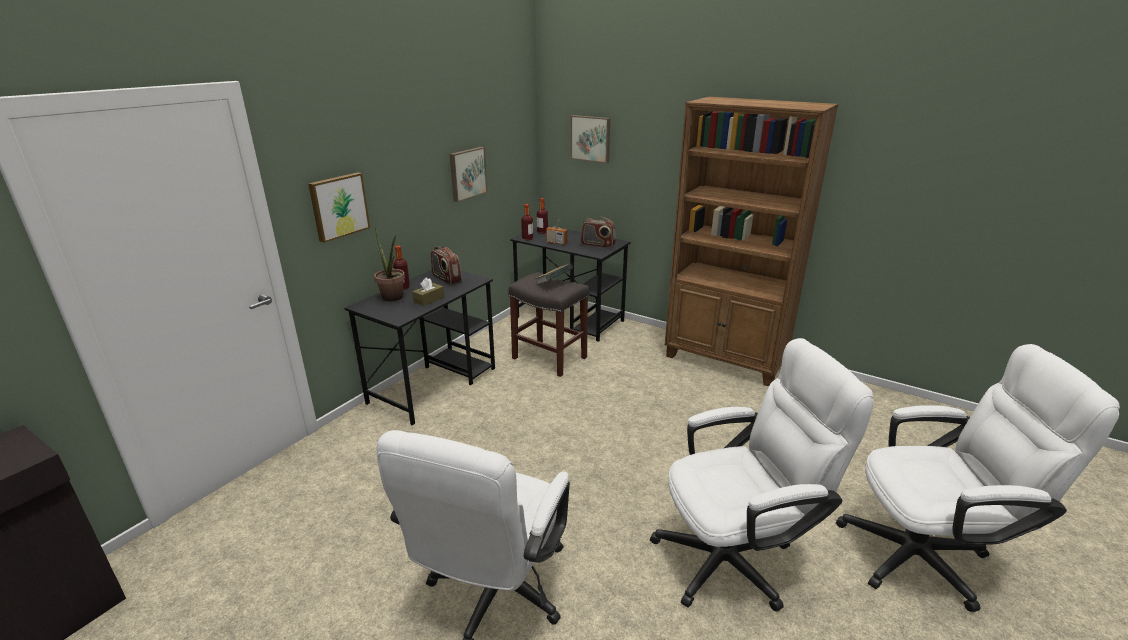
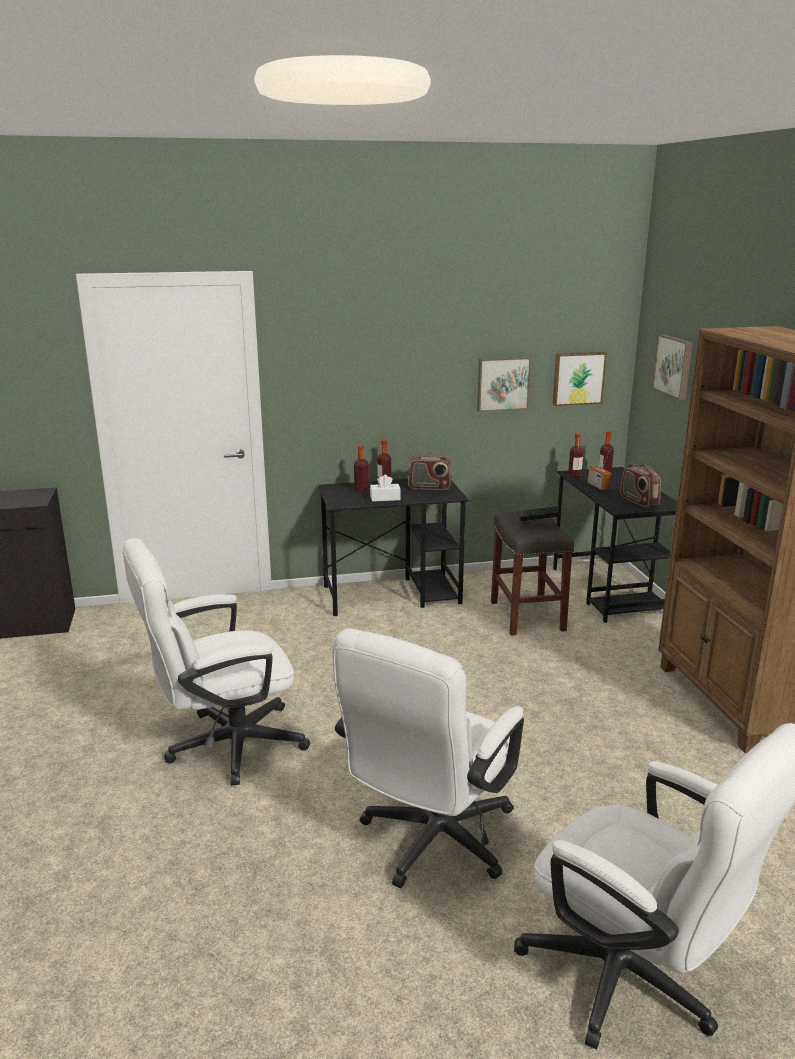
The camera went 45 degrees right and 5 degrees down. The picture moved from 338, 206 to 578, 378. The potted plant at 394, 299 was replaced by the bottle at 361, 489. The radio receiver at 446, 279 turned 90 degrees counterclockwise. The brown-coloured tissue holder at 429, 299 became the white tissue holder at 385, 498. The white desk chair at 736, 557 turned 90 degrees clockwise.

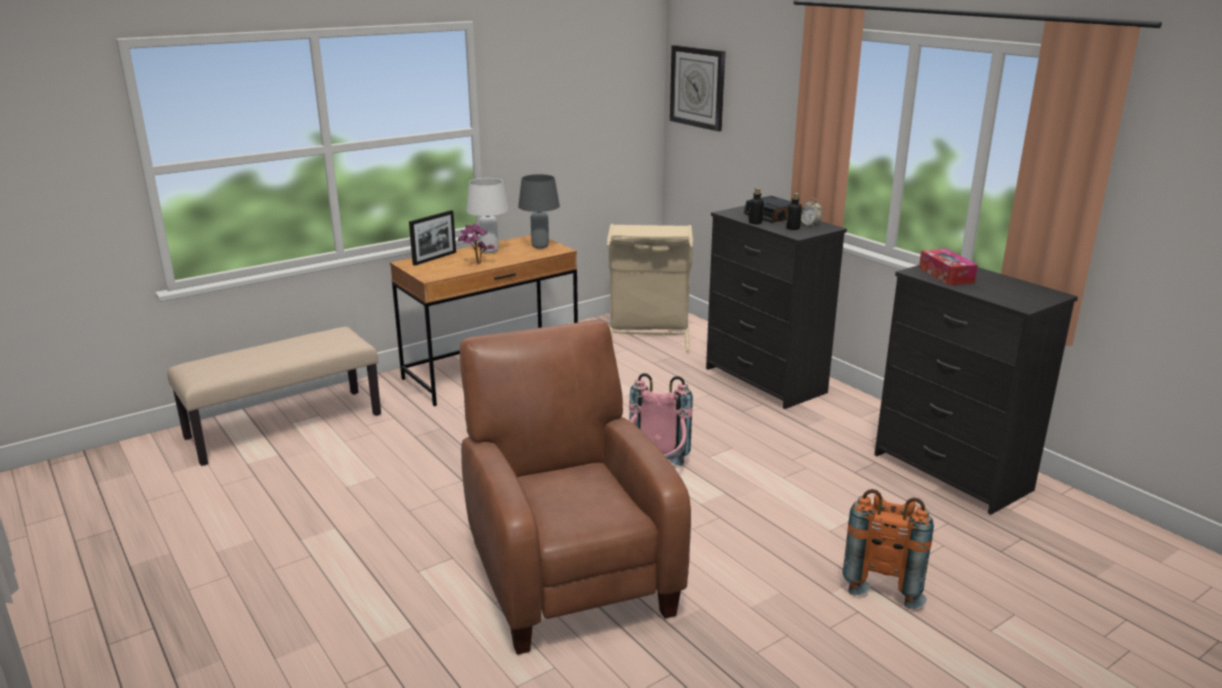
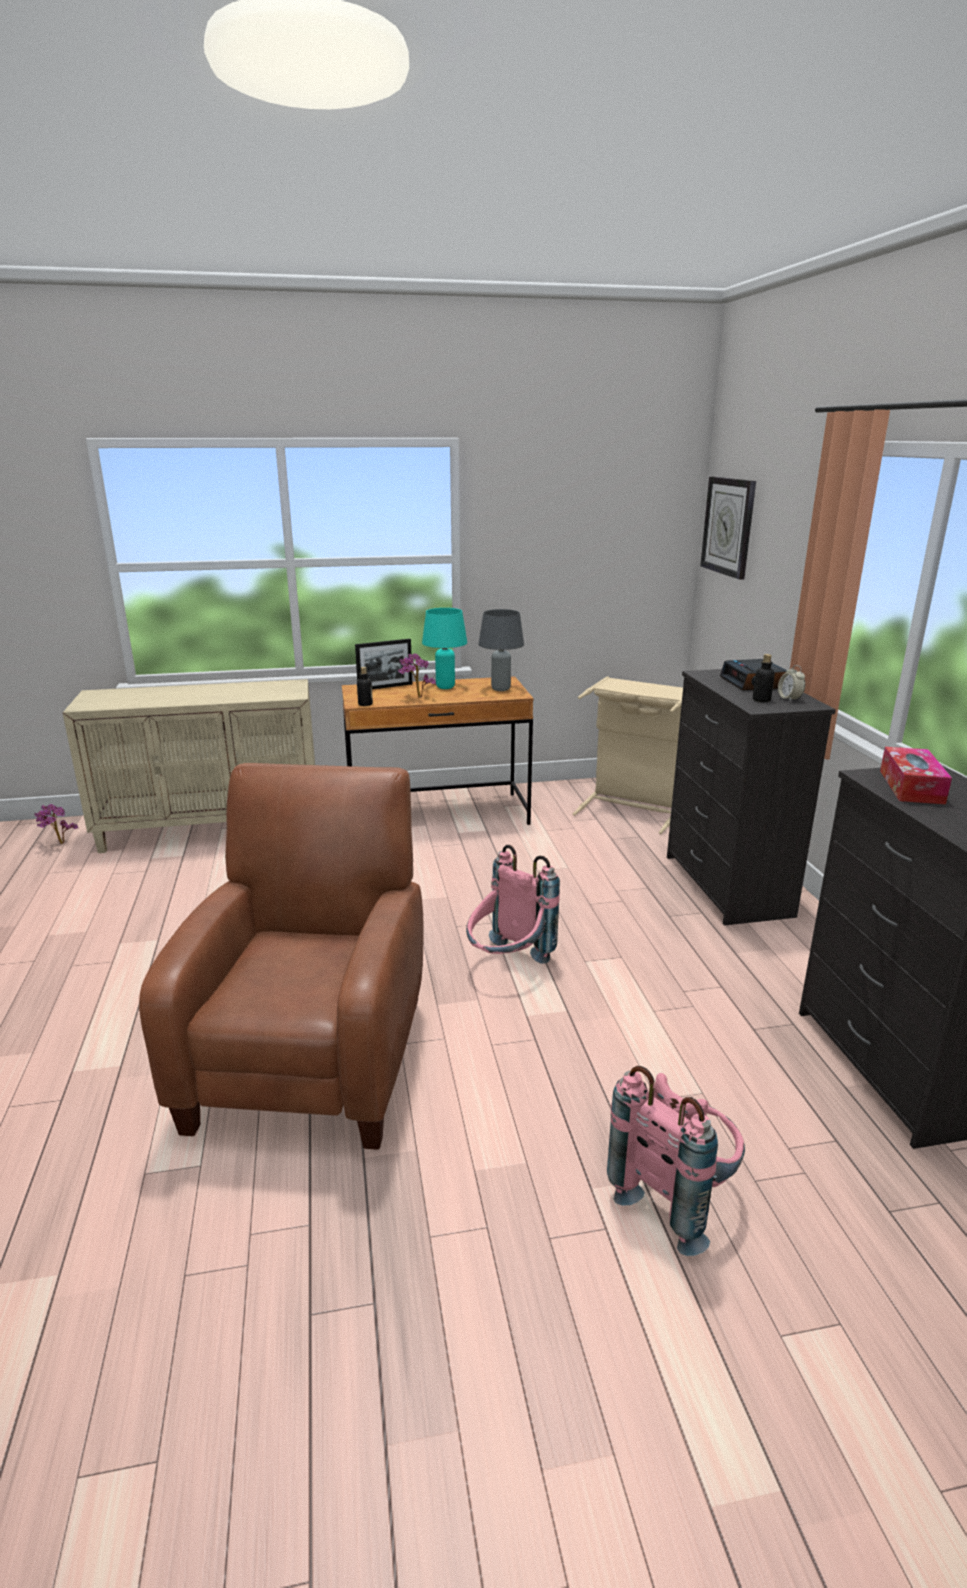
The camera went 25 degrees right and 0 degrees up. The white lamp for a table at 489, 251 became the blue-green lamp for a table at 445, 687. The bottle moved from 755, 222 to 365, 704. The sand-coloured long seat at 285, 426 was replaced by the sand-coloured storage cabinet at 213, 830. The orangey backpack at 883, 581 became the pink-coloured backpack at 676, 1196. The potted plant at 59, 844 appeared.

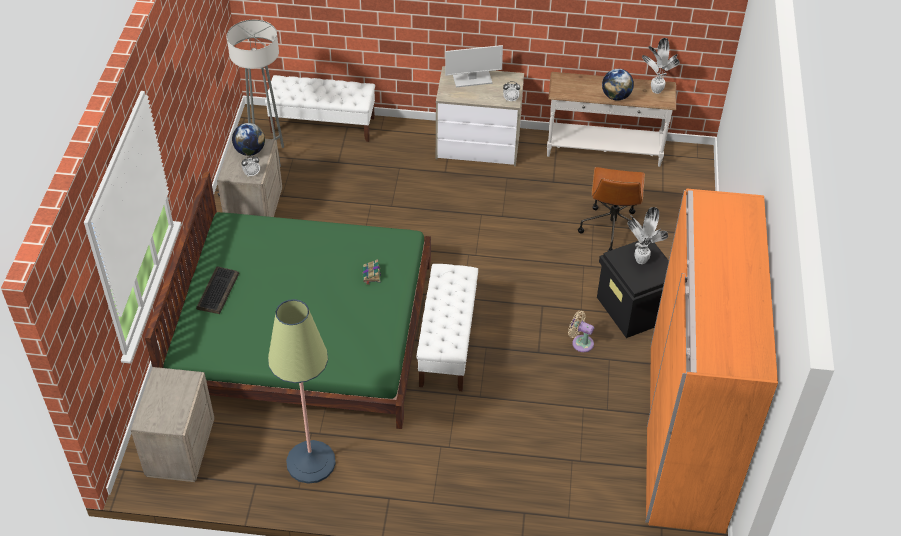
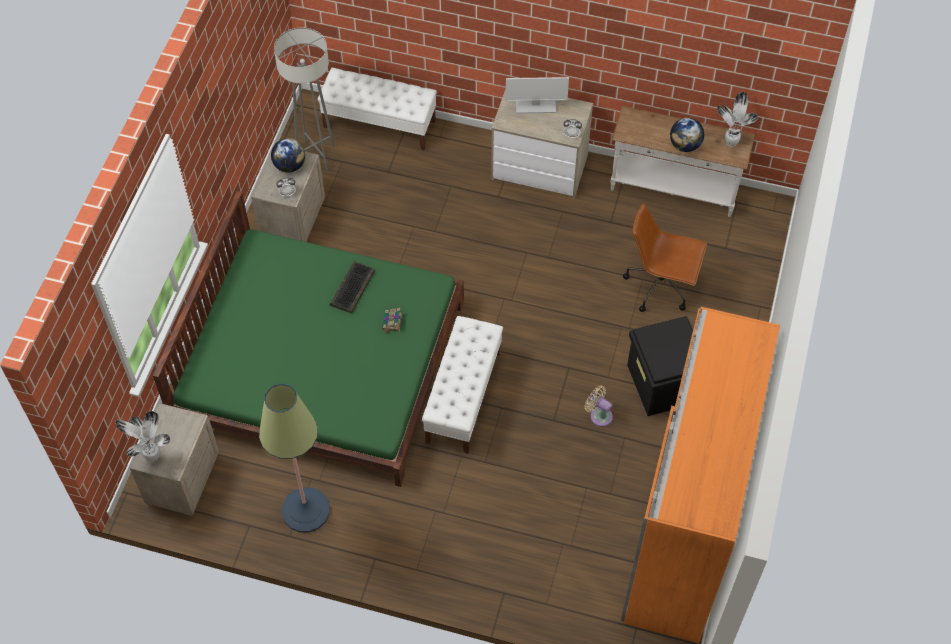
The camera went 10 degrees right and 10 degrees up. The brown-coloured desk chair at 611, 228 turned 90 degrees clockwise. The potted plant moved from 639, 260 to 151, 456. The keyboard moved from 217, 290 to 352, 287.

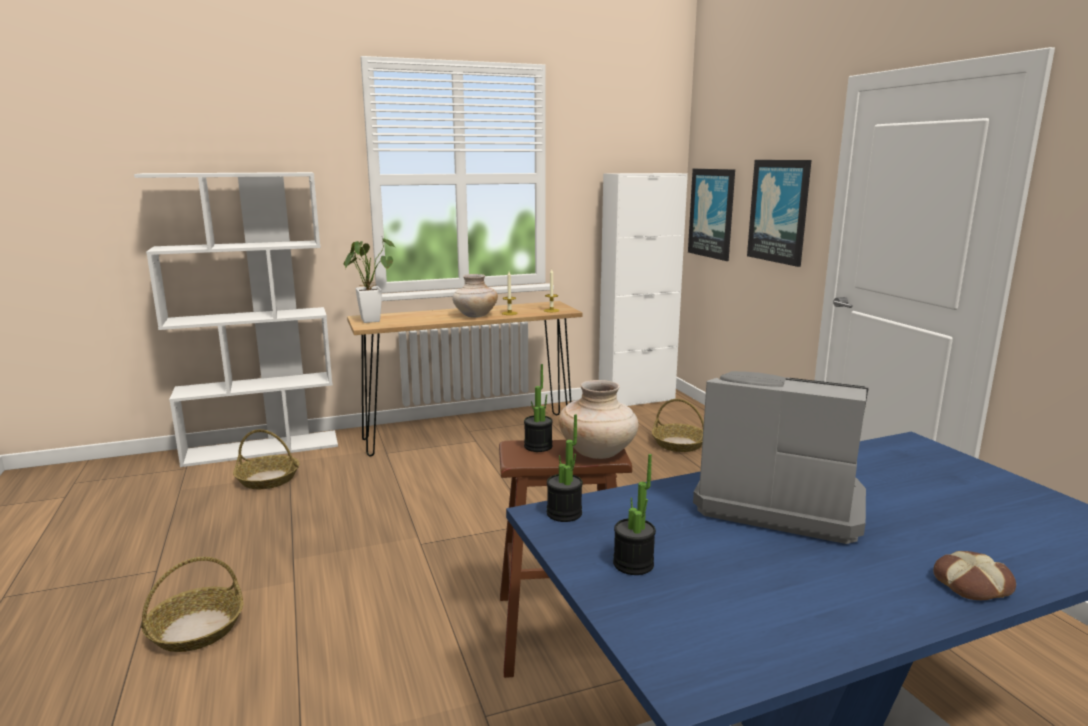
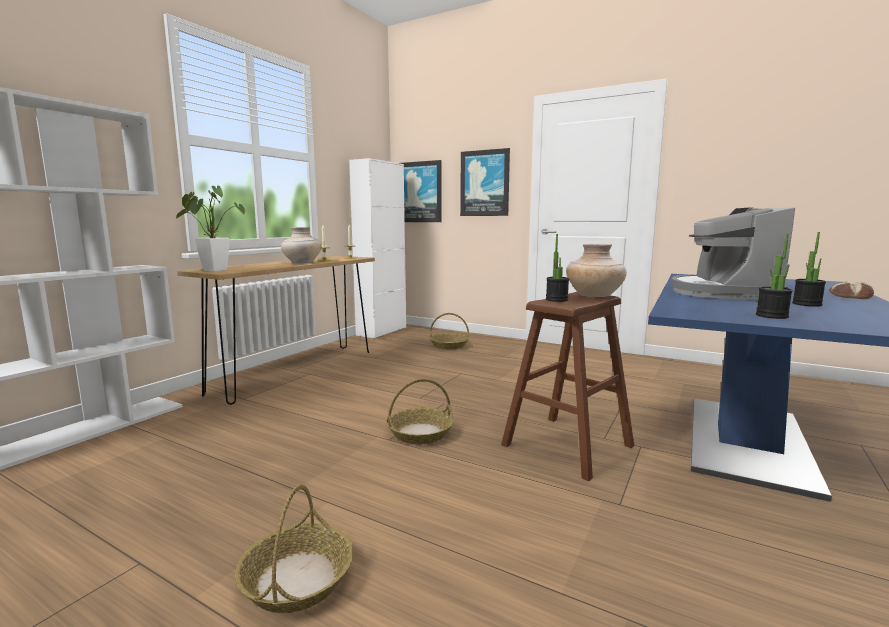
The camera went 40 degrees left and 5 degrees down. The coffee machine at 777, 501 turned 60 degrees counterclockwise. The potted plant moved from 564, 513 to 806, 304. The storage basket moved from 268, 479 to 420, 433.

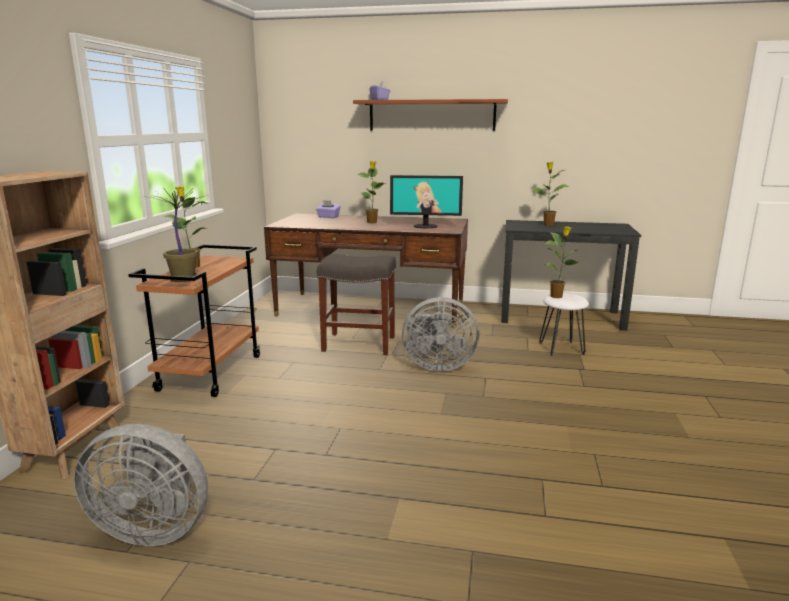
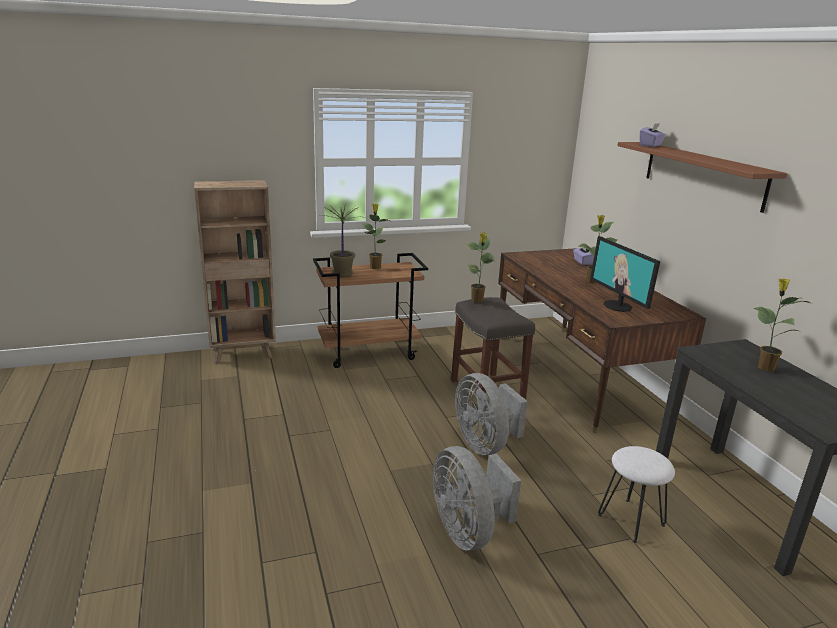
The camera went 60 degrees right and 5 degrees up. The potted plant moved from 557, 296 to 477, 300. The greyish cooling fan moved from 154, 528 to 468, 531.

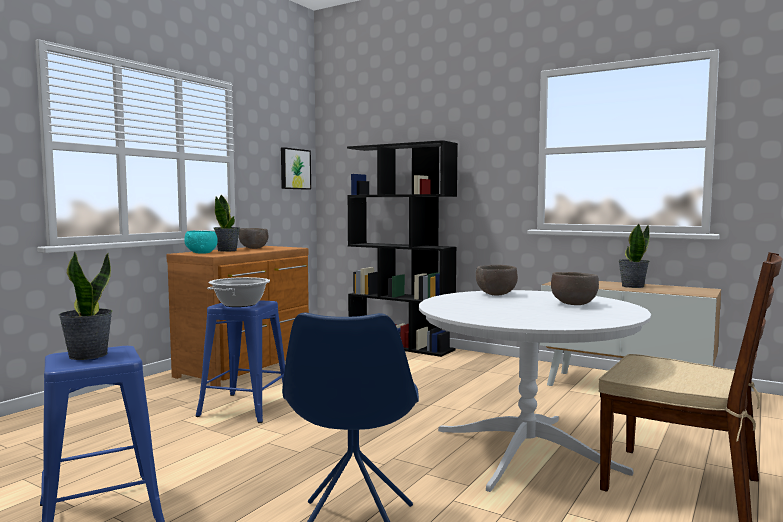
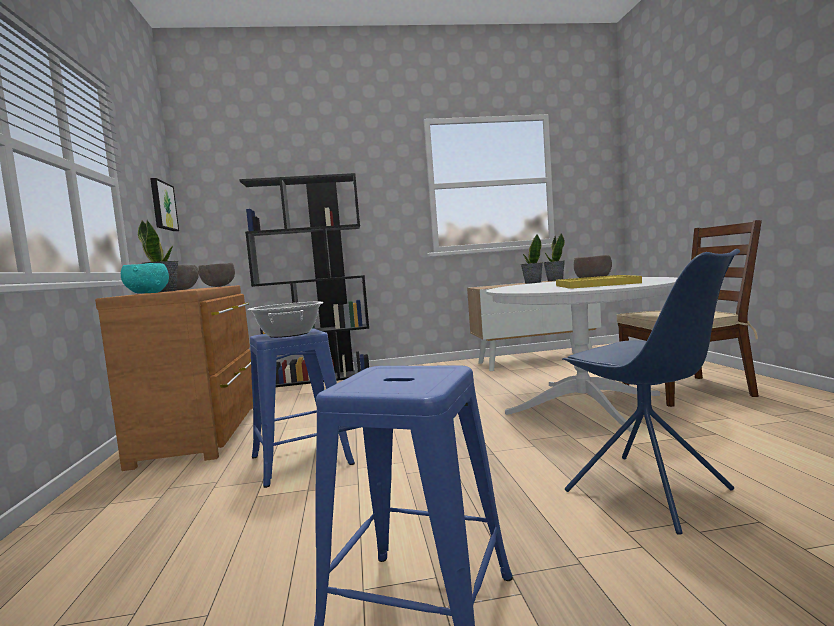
The camera went 40 degrees left and 0 degrees up. The potted plant moved from 87, 355 to 555, 280. The brown-coloured serving bowl moved from 495, 294 to 218, 286. The yellow serving tray at 596, 284 appeared.

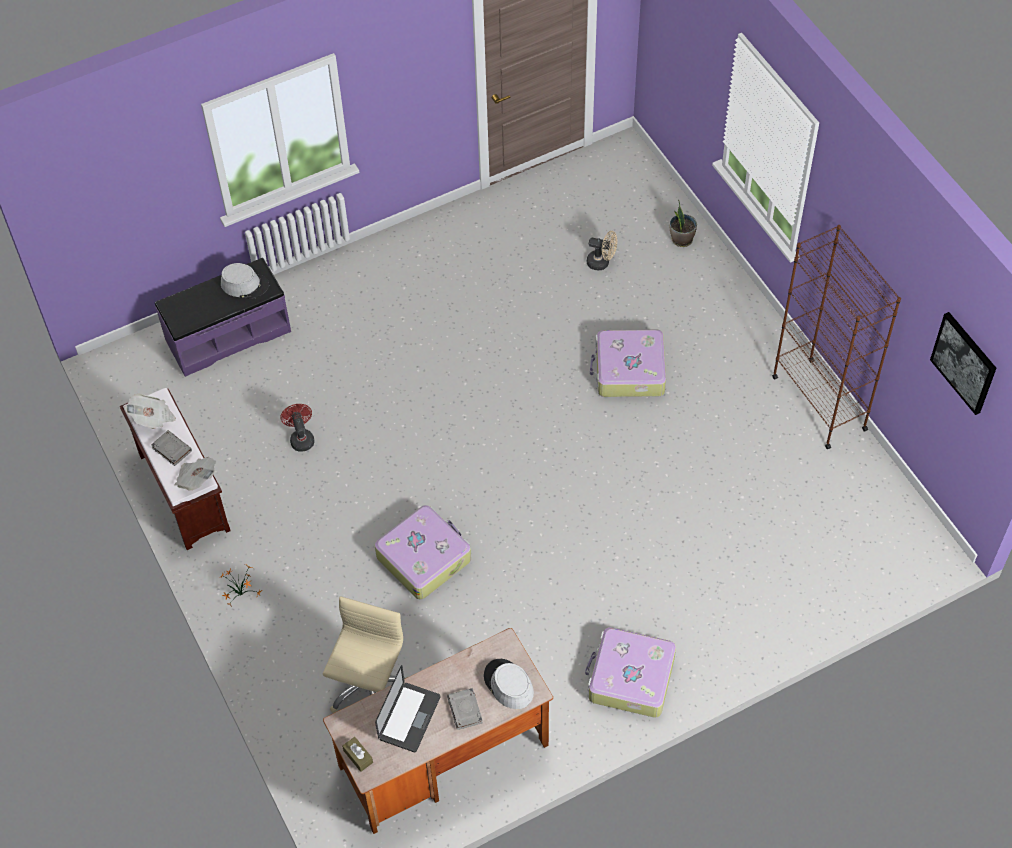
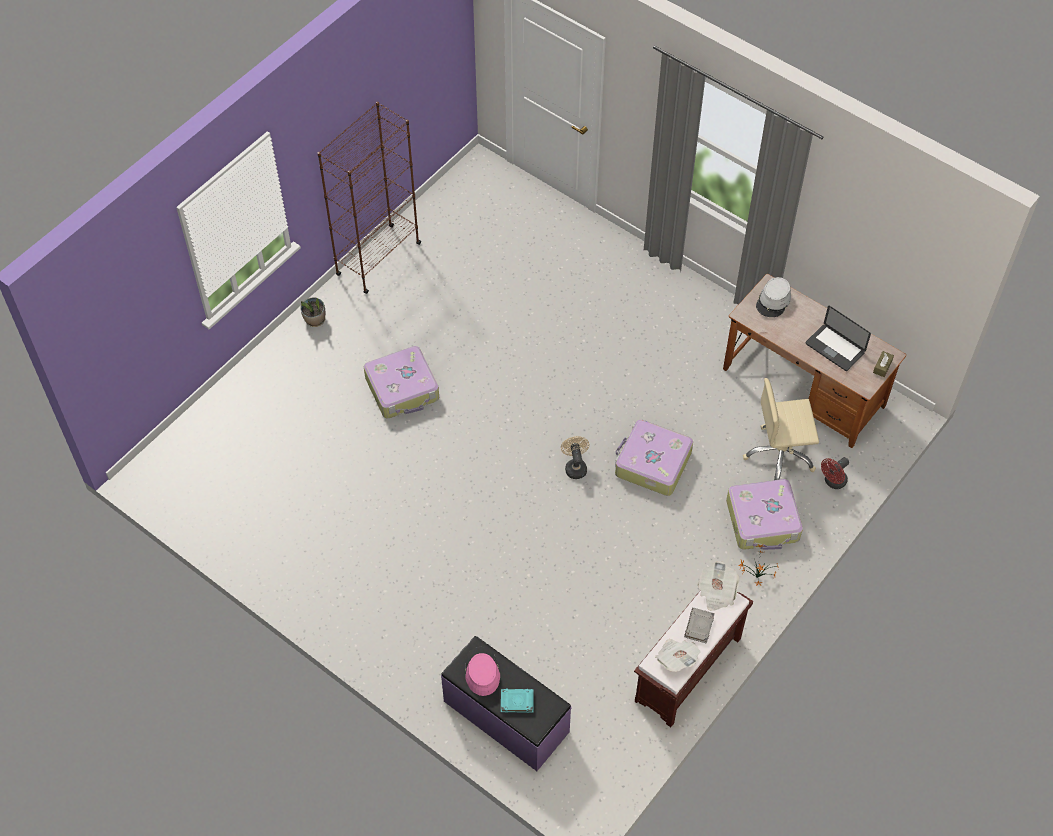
The camera went 115 degrees left and 0 degrees up. The potted plant moved from 681, 239 to 315, 320. The sand-coloured cooling fan moved from 602, 262 to 575, 466. The greyish clothing hat at 245, 285 became the pink-coloured clothing hat at 481, 672. The picture at 964, 362 disappeared. The red cooling fan moved from 301, 438 to 833, 482. The piece of luggage moved from 630, 678 to 763, 521. The notebook computer at 409, 718 turned 135 degrees counterclockwise. The greyish book at 465, 710 disappeared. The blue-green book at 516, 701 appeared.

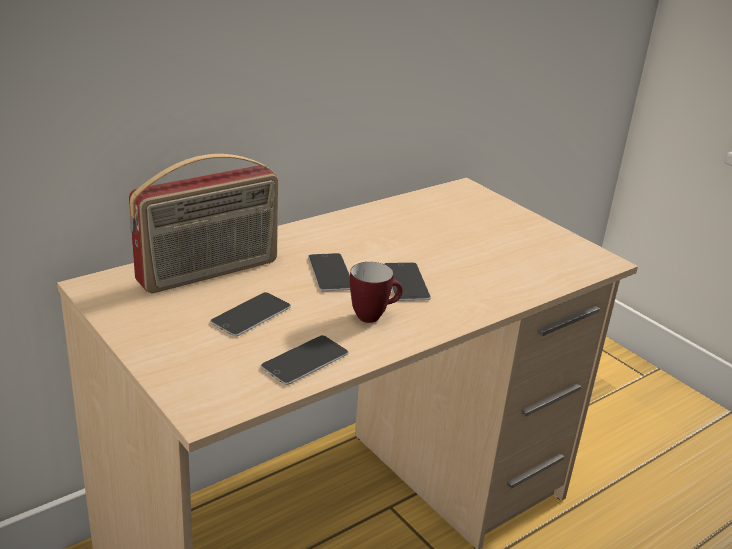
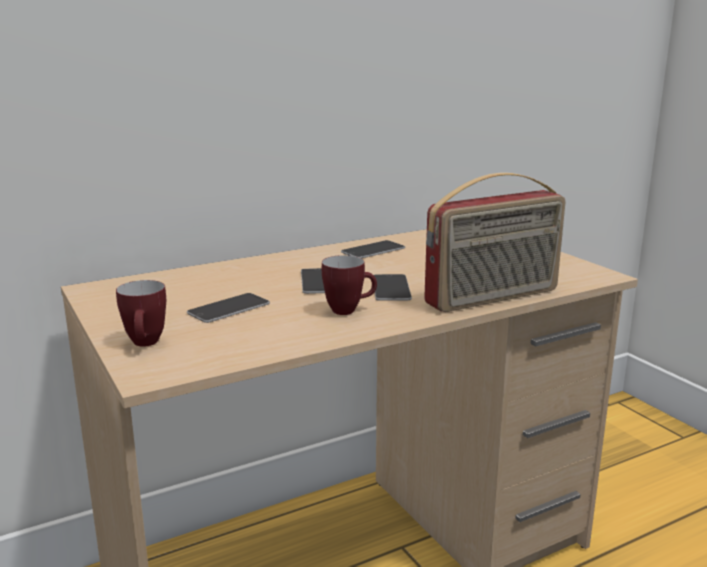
The camera went 10 degrees right and 10 degrees down. The radio receiver moved from 209, 273 to 493, 298. The handset moved from 305, 360 to 373, 250. The tea mug at 146, 345 appeared.

